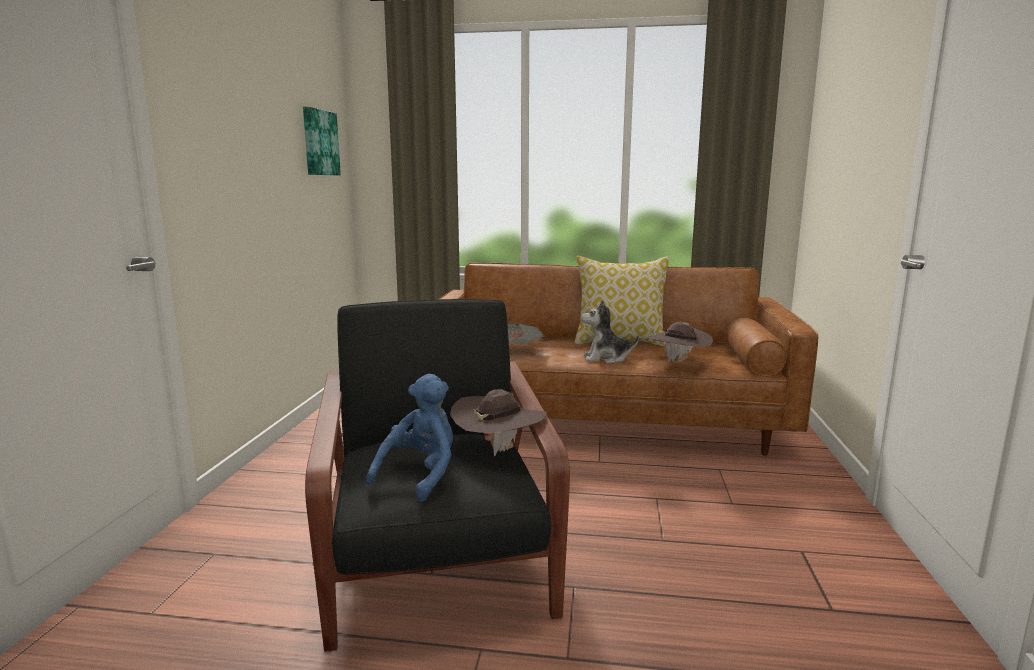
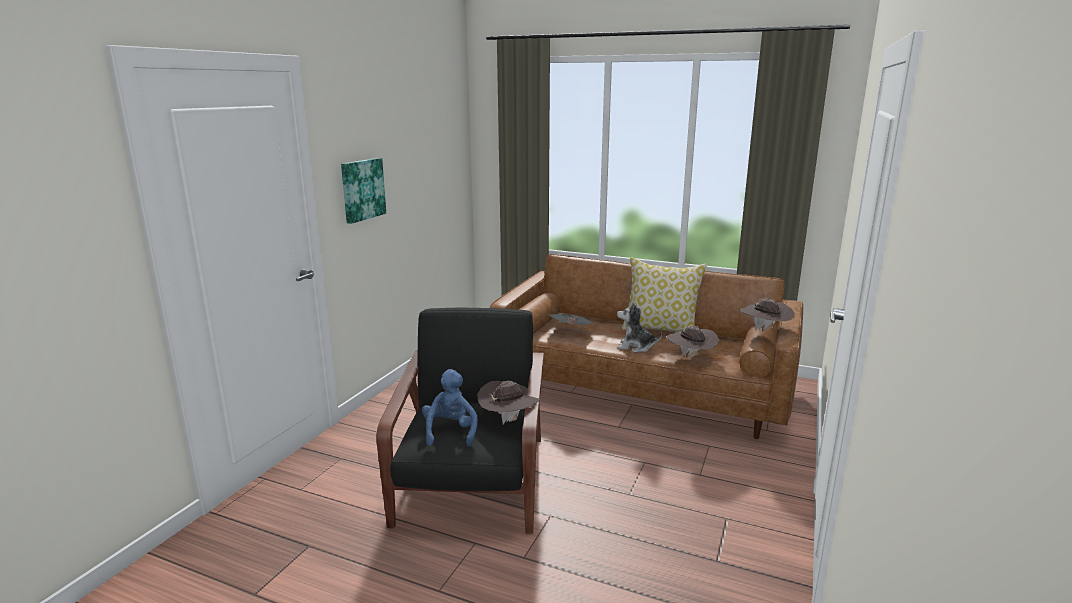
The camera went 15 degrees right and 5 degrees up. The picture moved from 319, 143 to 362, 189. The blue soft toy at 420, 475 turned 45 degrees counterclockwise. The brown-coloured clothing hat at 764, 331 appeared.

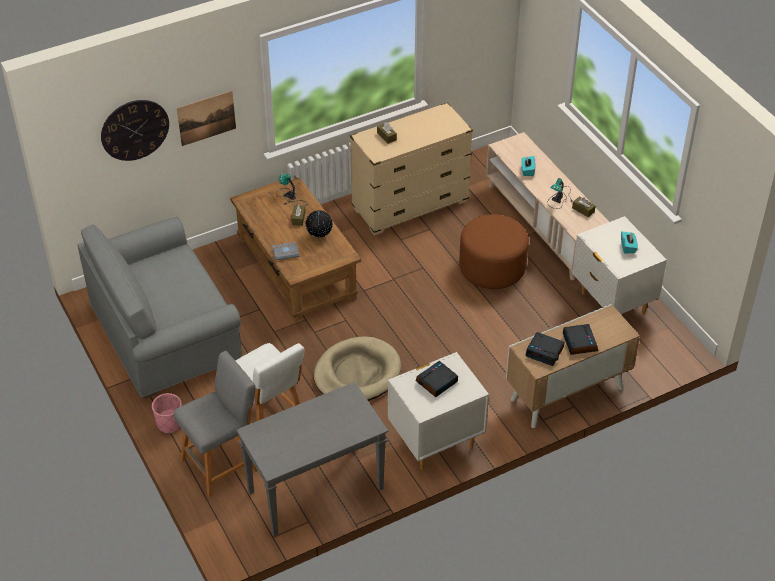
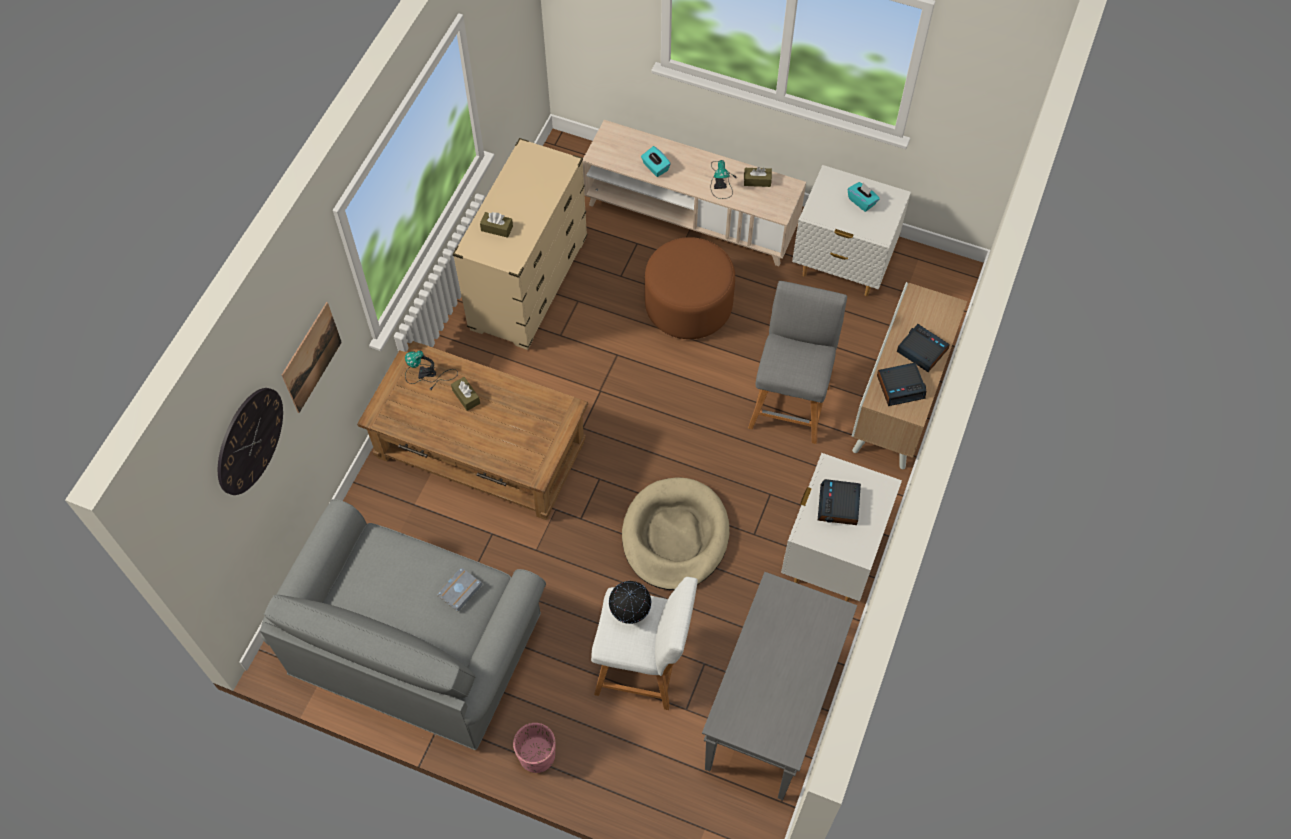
The camera went 40 degrees left and 15 degrees up. The desk globe moved from 319, 236 to 630, 612. The greyish book moved from 286, 252 to 459, 589. The greyish stool moved from 222, 463 to 790, 403.

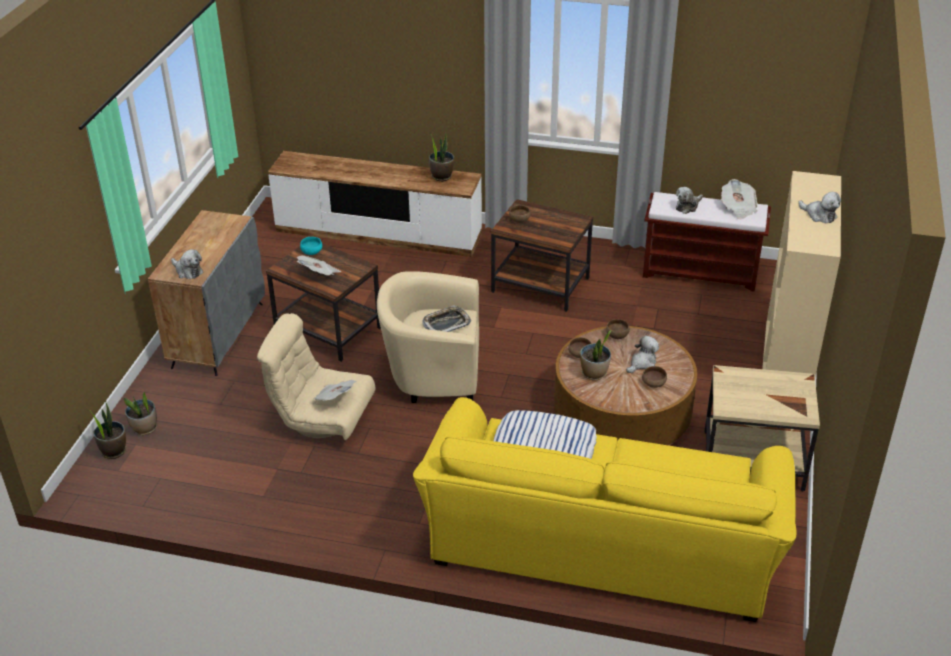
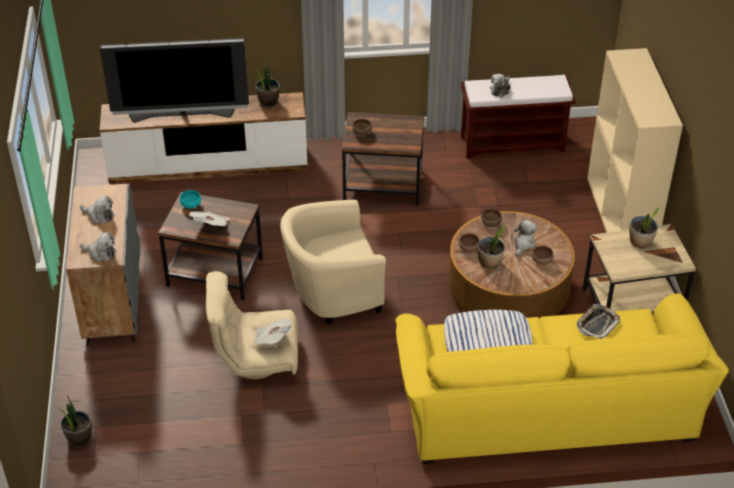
The camera went 20 degrees left and 5 degrees up. The printed paper at 738, 208 disappeared. The soft toy moved from 819, 215 to 99, 215. The serving tray moved from 446, 323 to 597, 324. The potted plant moved from 145, 428 to 640, 242. The television at 182, 114 appeared.

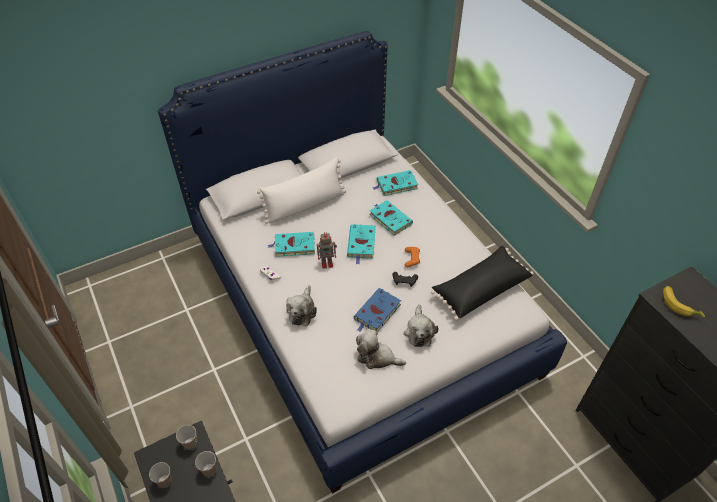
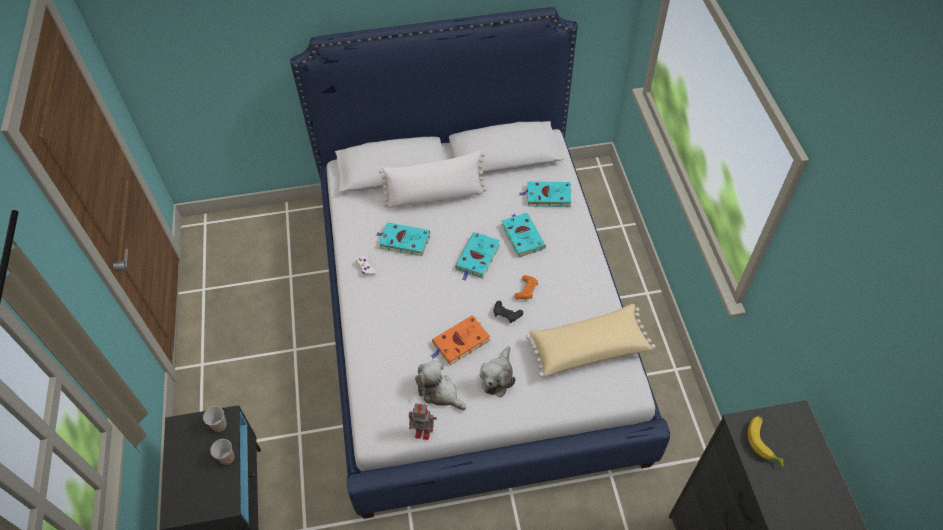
The camera went 20 degrees right and 5 degrees up. The toy robot moved from 327, 263 to 424, 431. The blackish pillow at 479, 289 became the sand-coloured pillow at 588, 347. The soft toy at 302, 311 disappeared. The blue book at 376, 313 became the orangey book at 460, 343. The drinking cup at 165, 481 disappeared.

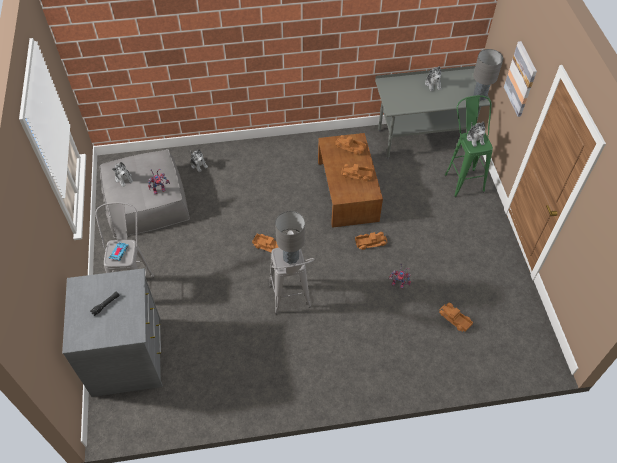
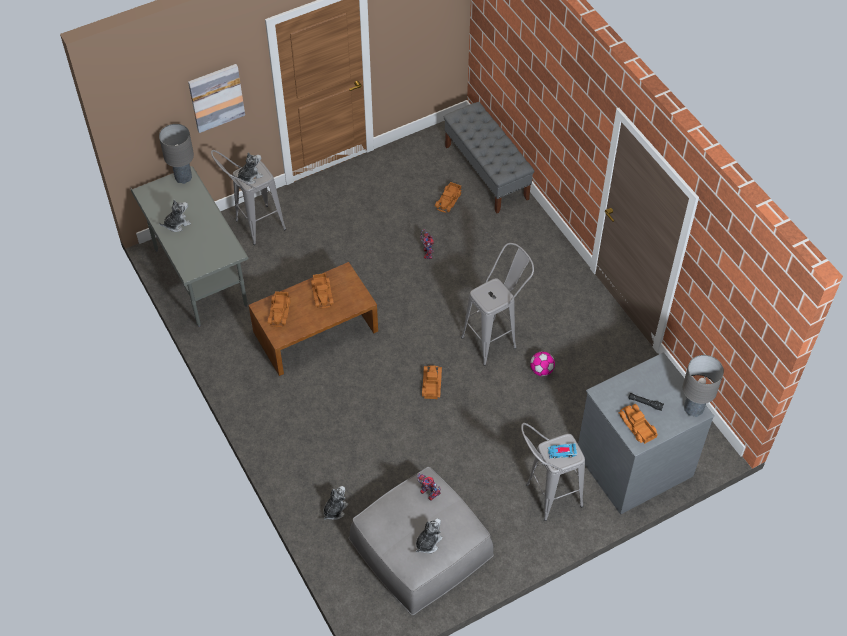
The camera went 110 degrees left and 0 degrees up. The greenish stool at 462, 178 became the greyish stool at 253, 228. The greyish lamp for a table moved from 291, 257 to 693, 409. The toy truck moved from 370, 242 to 636, 426. The greyish long seat at 486, 172 appeared. The football ball at 541, 370 appeared.

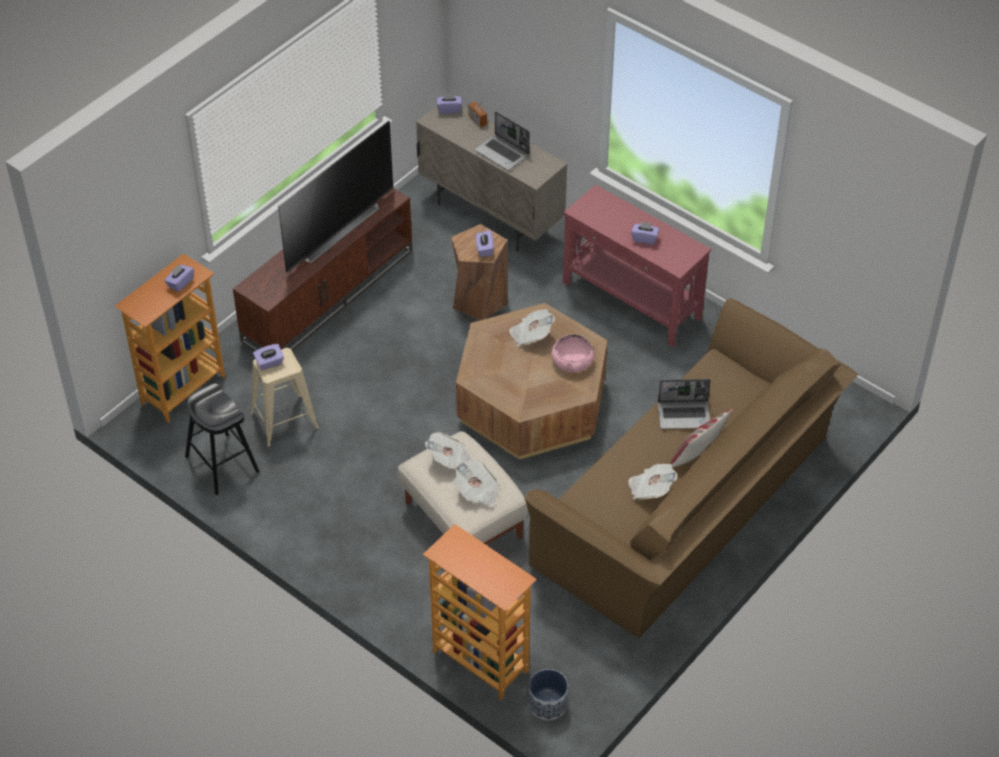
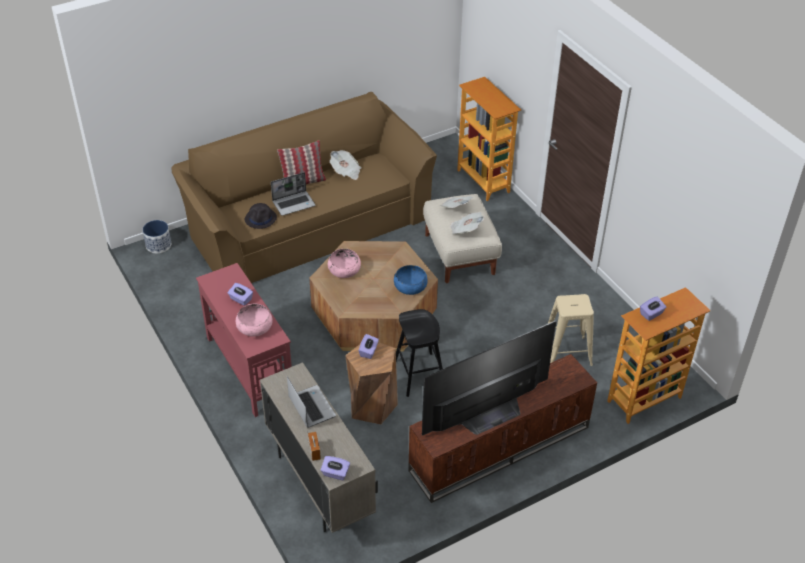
The camera went 160 degrees left and 5 degrees down. The printed paper at 531, 335 disappeared. The purple-coloured tissue holder at 269, 363 disappeared. The notebook computer at 684, 415 turned 135 degrees clockwise. The blackish stool moved from 222, 464 to 419, 374. The flower pot moved from 548, 704 to 158, 245. The blackish clothing hat at 261, 218 appeared. The blue serving bowl at 410, 286 appeared. The pink-coloured serving bowl at 254, 327 appeared.

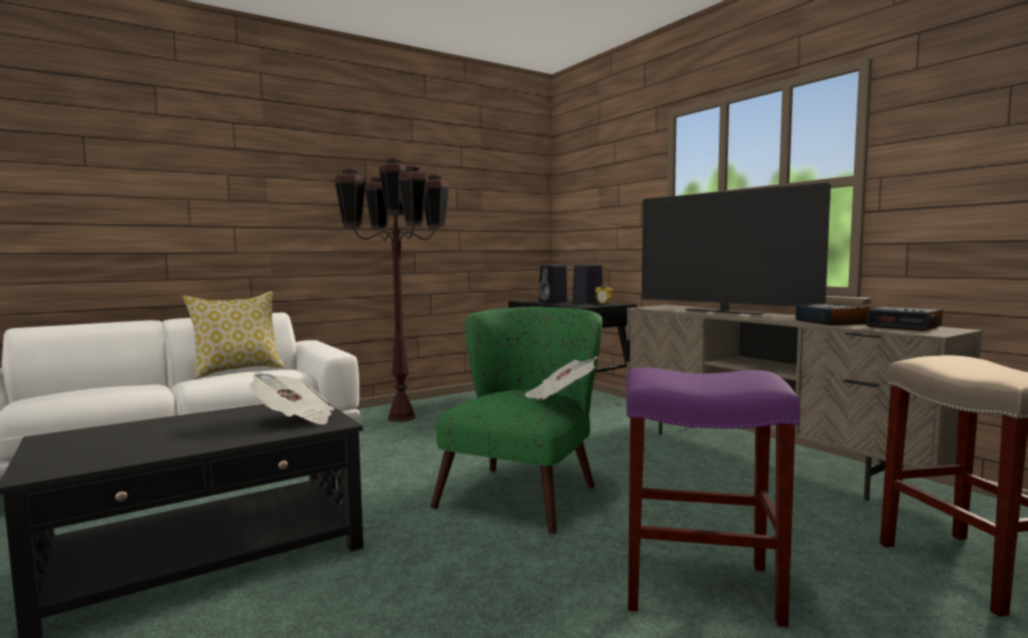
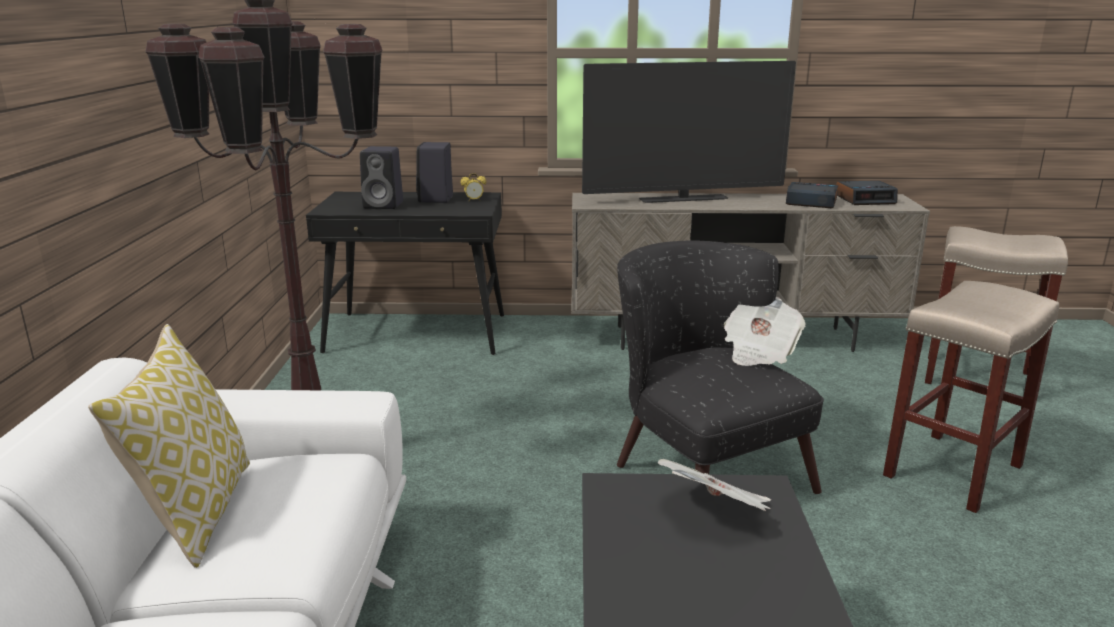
The camera went 55 degrees left and 15 degrees up. The greenish armchair at 526, 491 became the blackish armchair at 701, 469. The purple-coloured stool at 701, 586 became the sand-coloured stool at 953, 470.

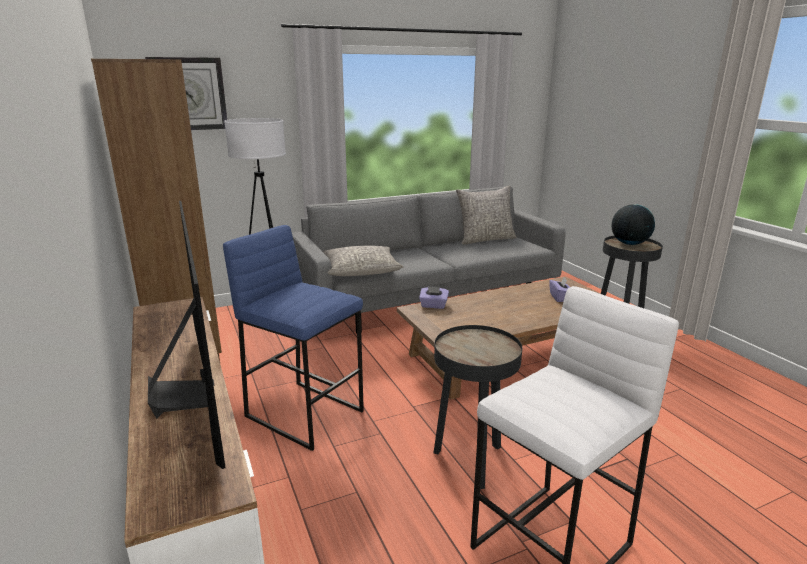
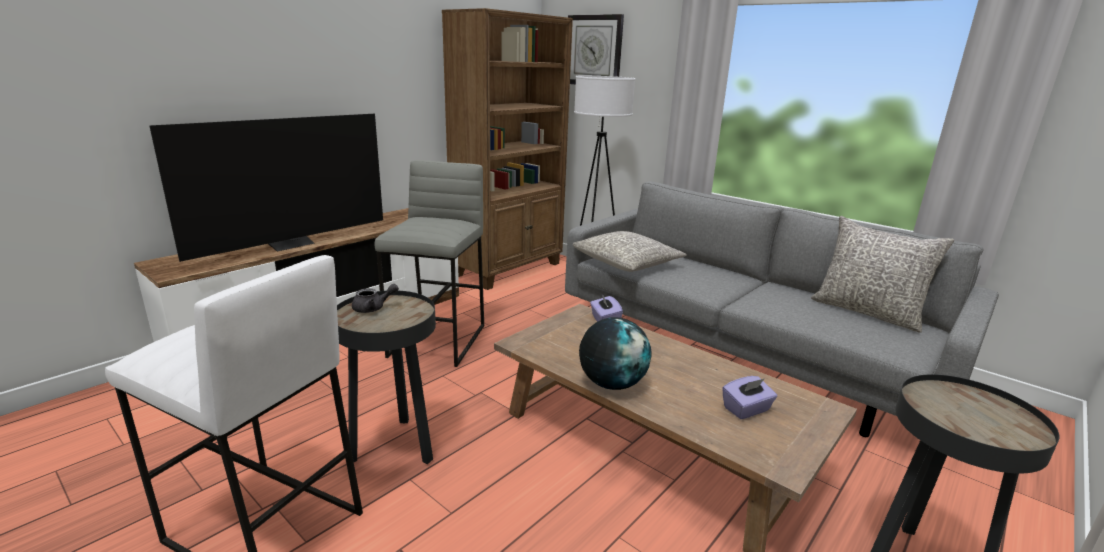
The camera went 65 degrees right and 0 degrees up. The desk globe moved from 629, 243 to 612, 383. The blue stool at 305, 413 became the greyish stool at 439, 341. The greyish tea pot at 373, 308 appeared.

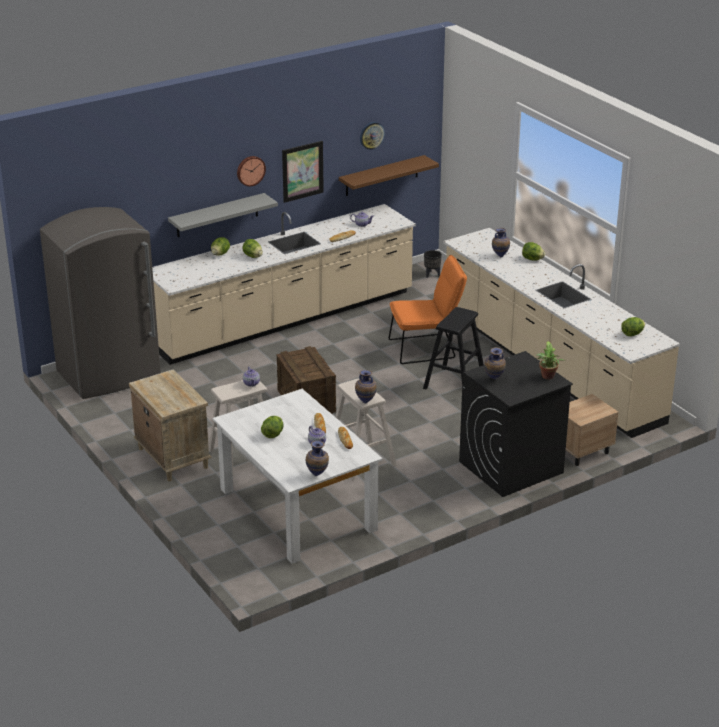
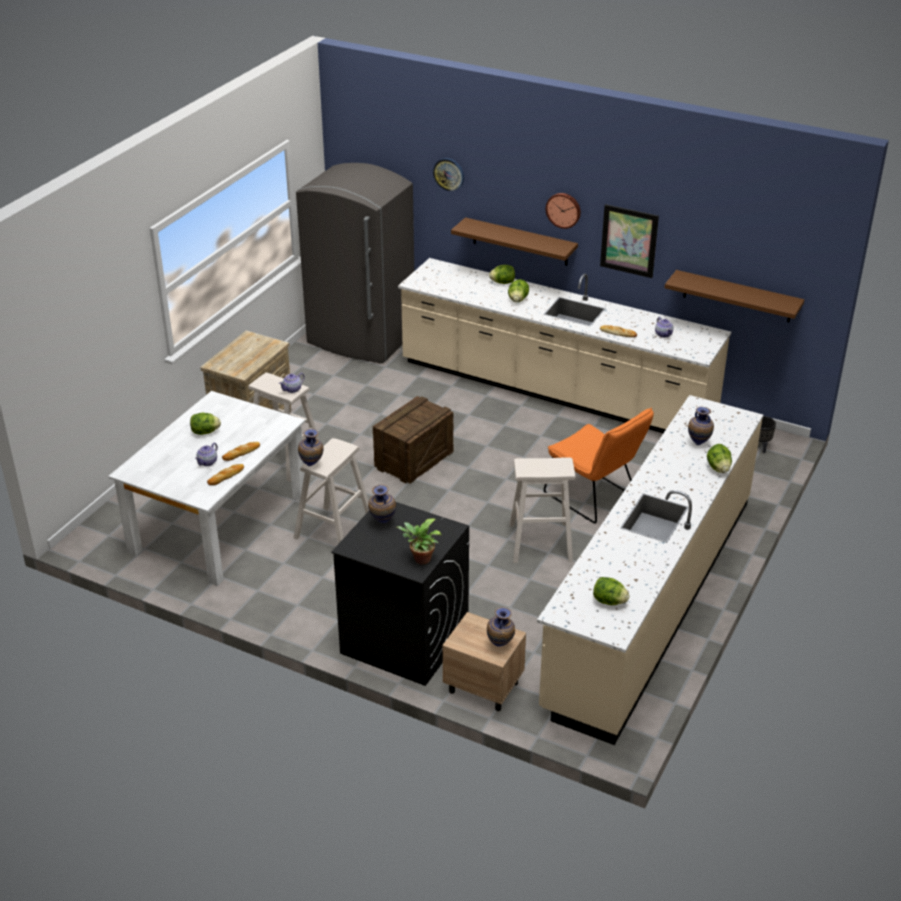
The camera went 60 degrees right and 5 degrees up. The hanging clock moved from 371, 135 to 449, 174. The greyish shelf at 217, 215 became the brown-coloured shelf at 520, 242. The blackish stool at 454, 384 became the sand-coloured stool at 540, 542. The decorative vase moved from 317, 474 to 500, 645.

